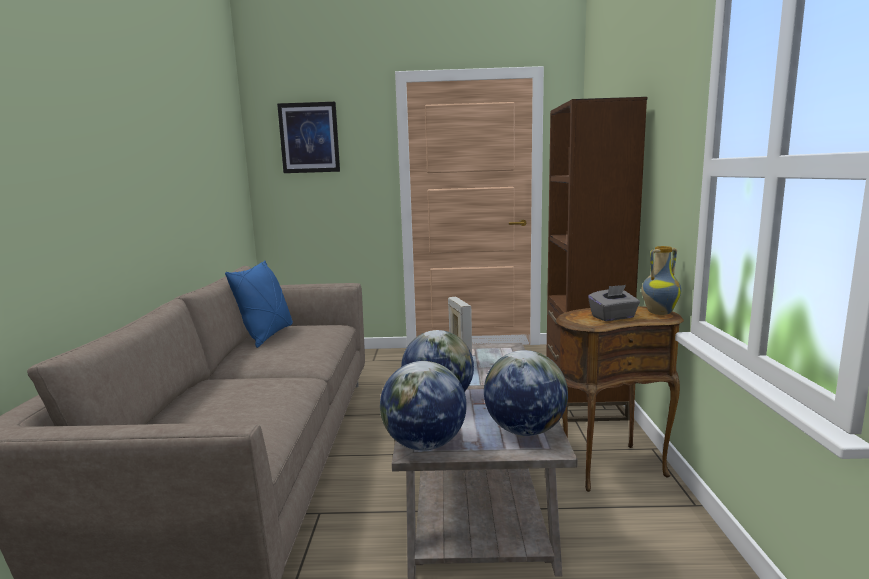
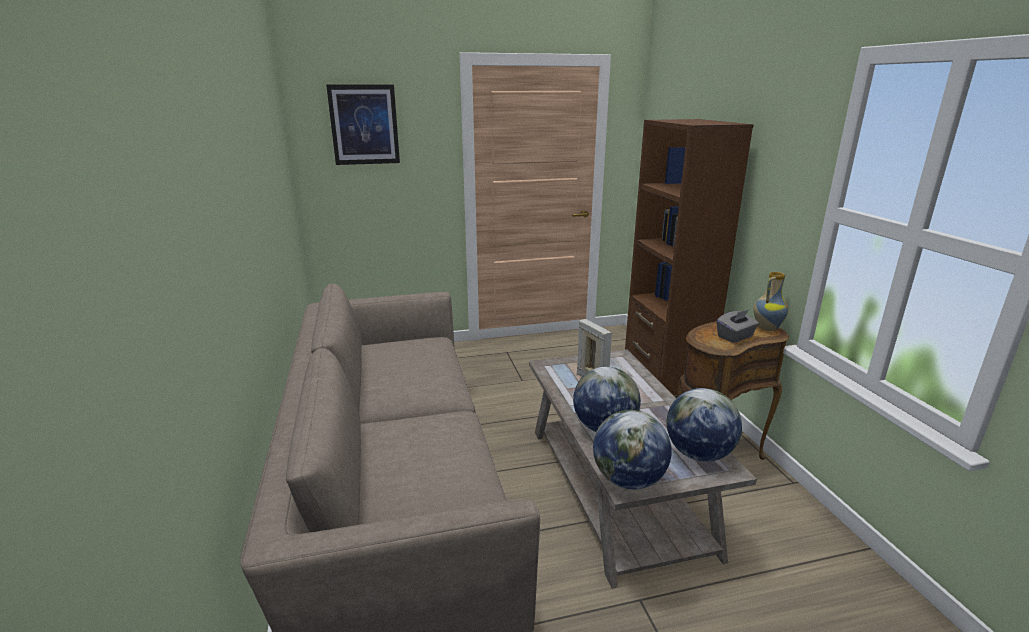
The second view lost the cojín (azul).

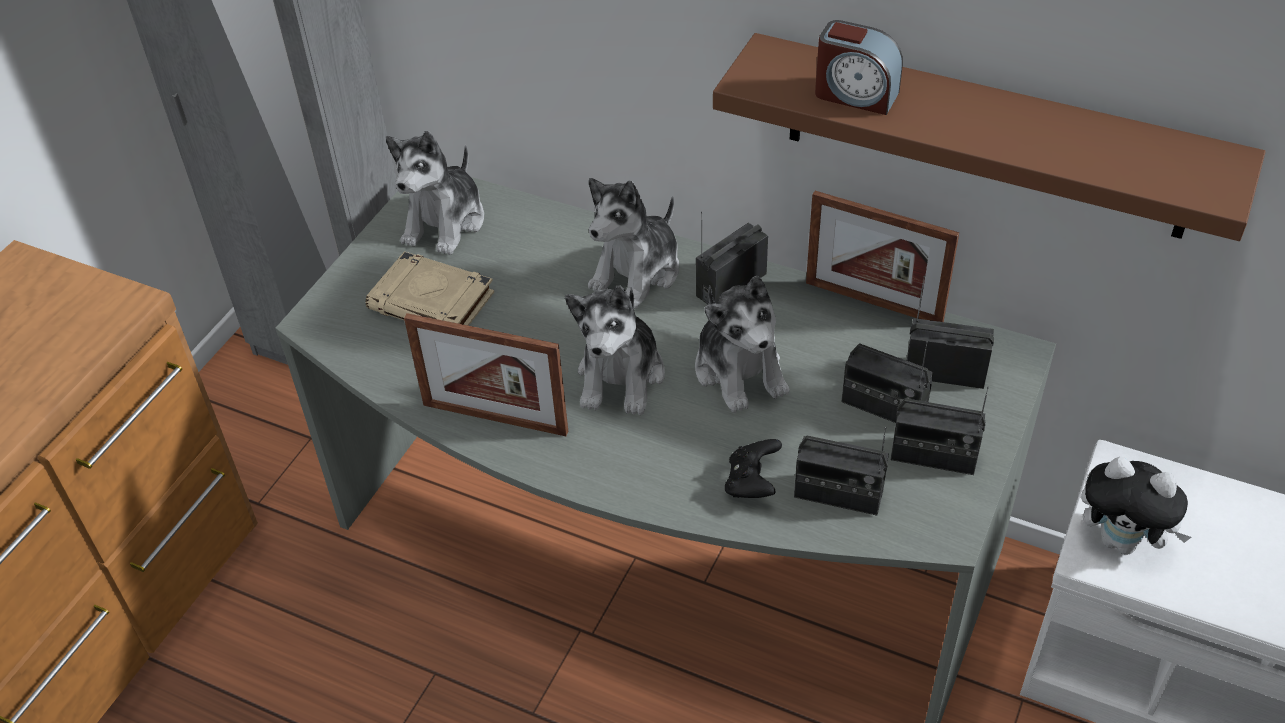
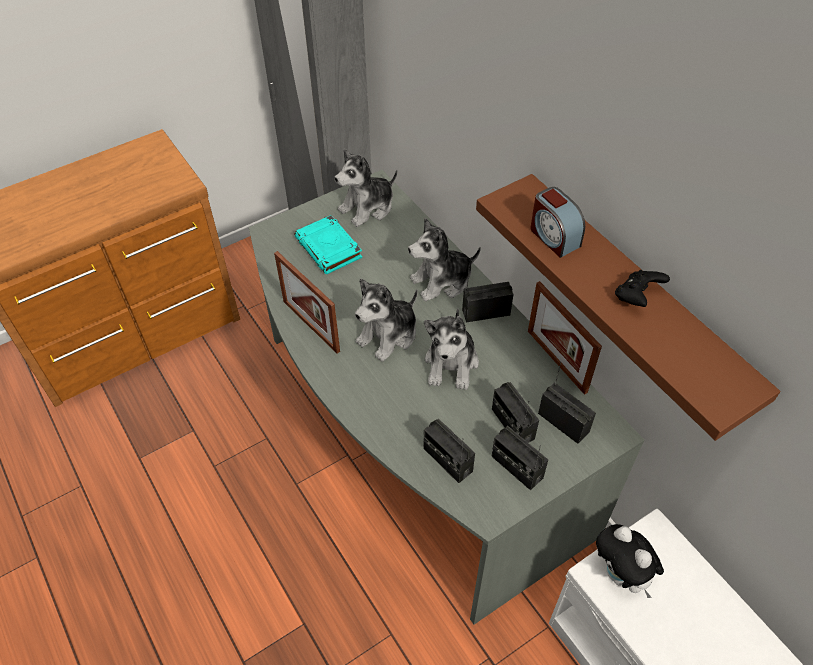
The mando de consola (negro) ended up elsewhere.
What was the libro (beis) turned into the libro (turquesa).

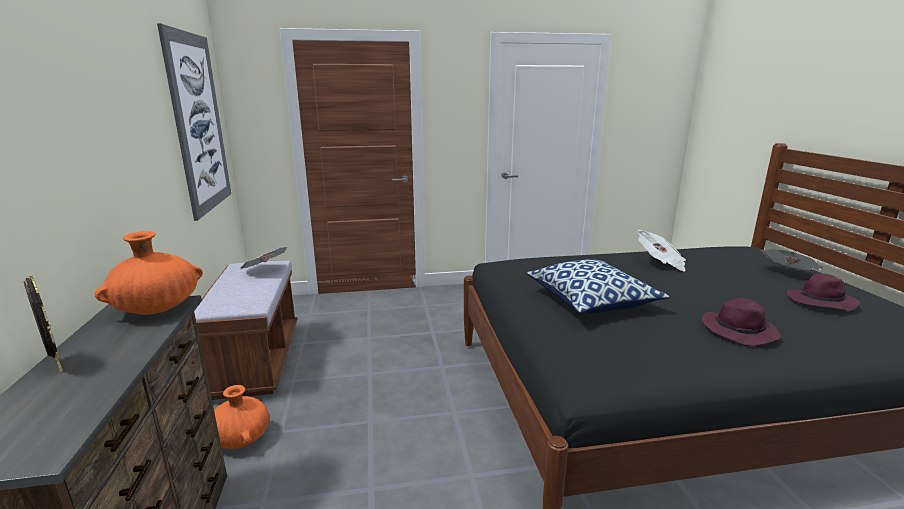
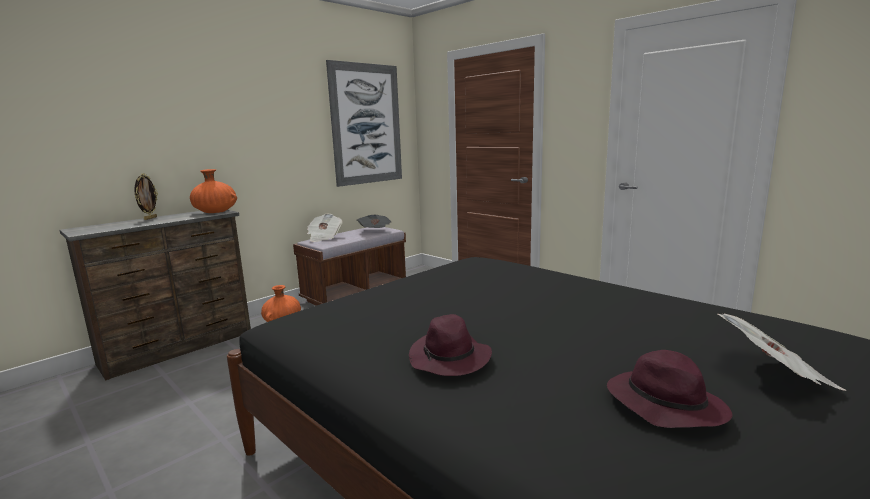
The second view lost the cojín.
The periódico (2nd from left in the first image) ended up elsewhere.

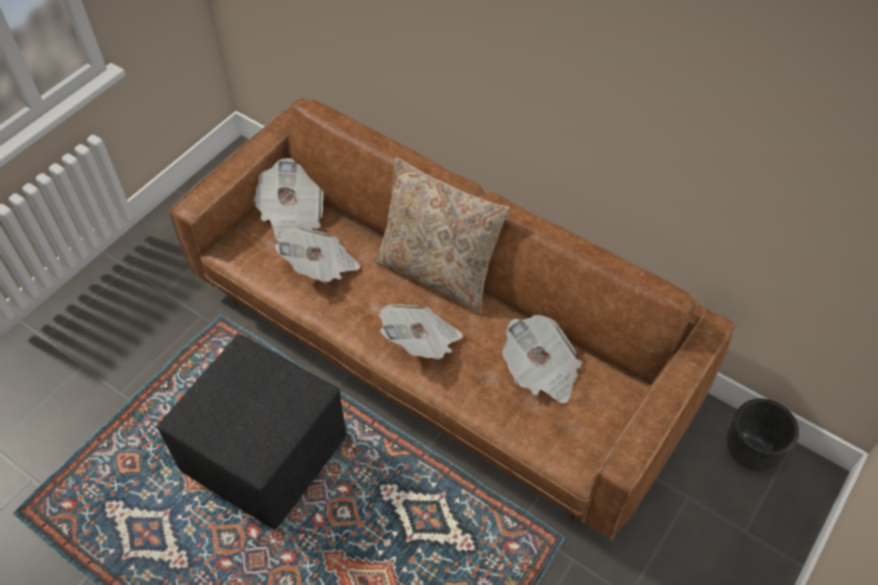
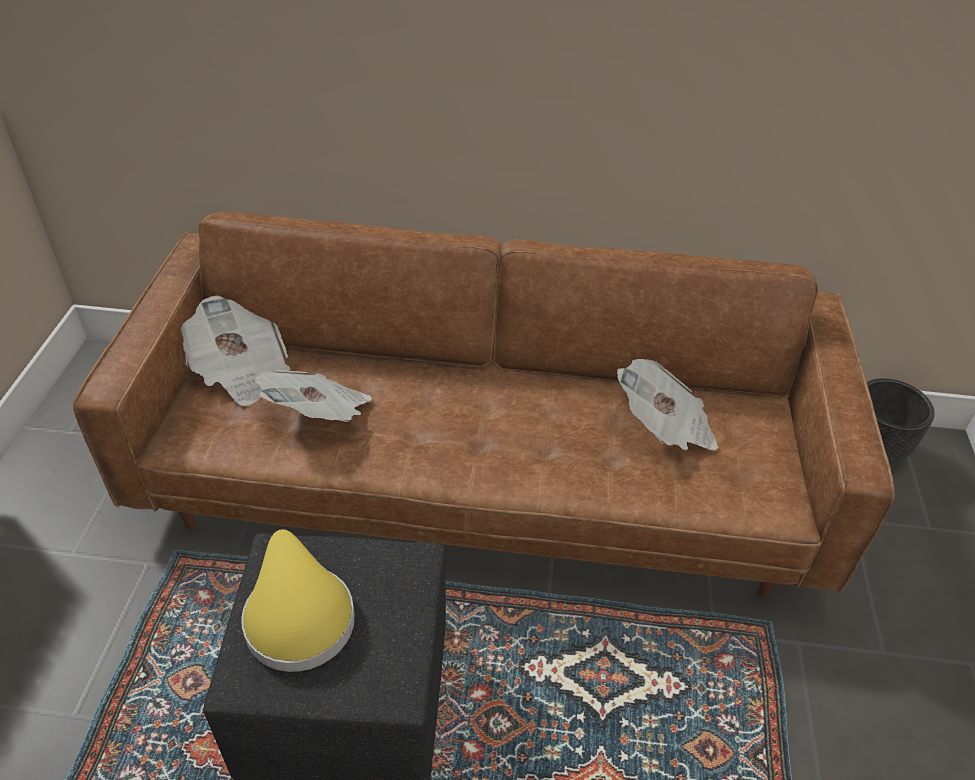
The second view lost the cojín (beis).
The second view lost the periódico (3rd from left).
The second view gained the sombrero (amarillo).

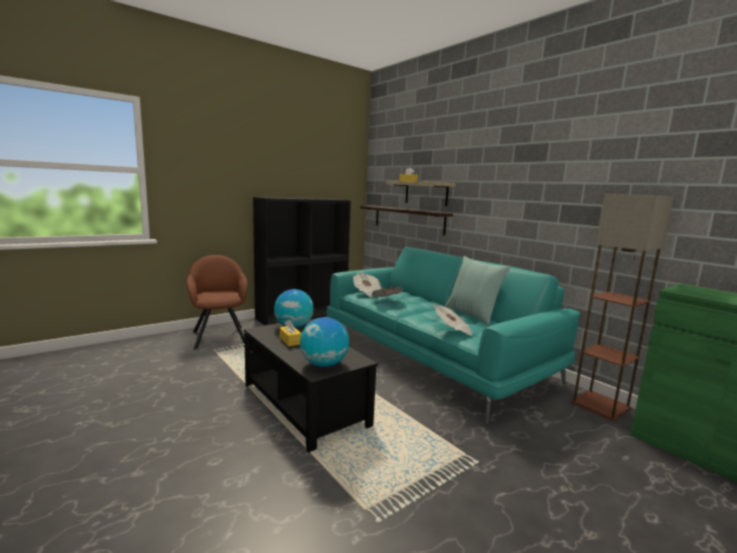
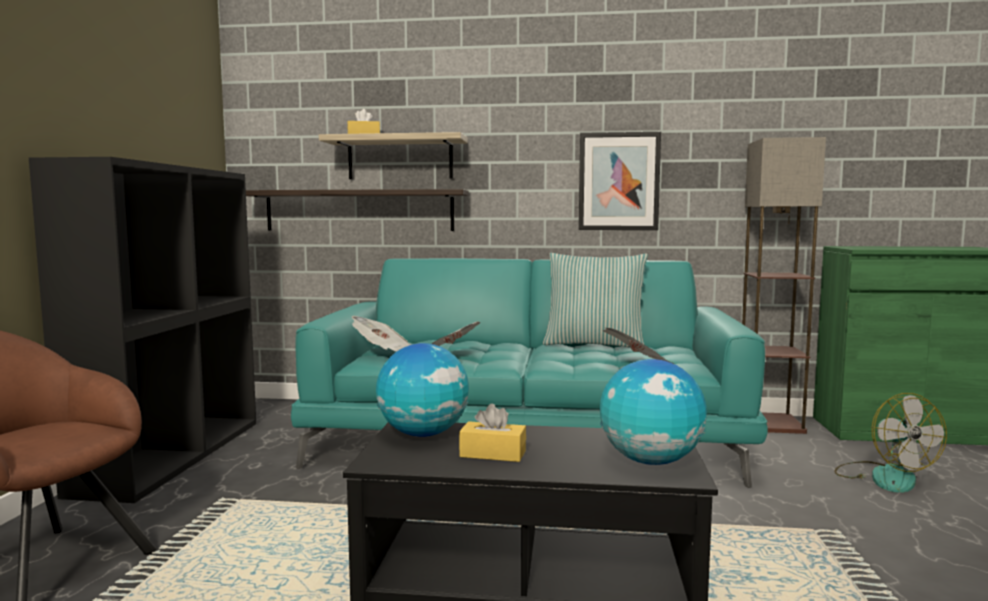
The second view gained the cuadro.
The second view gained the ventilador.

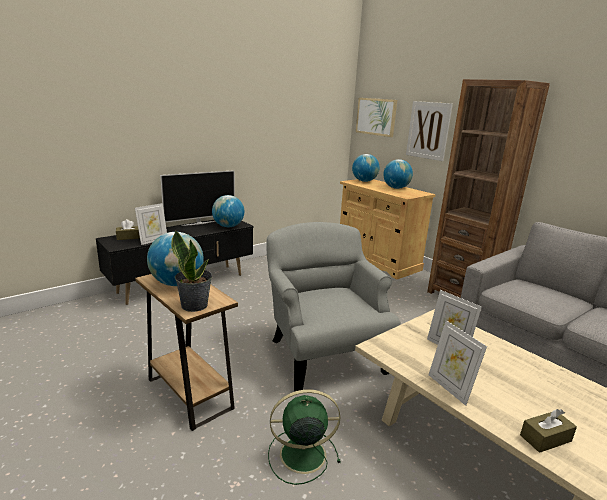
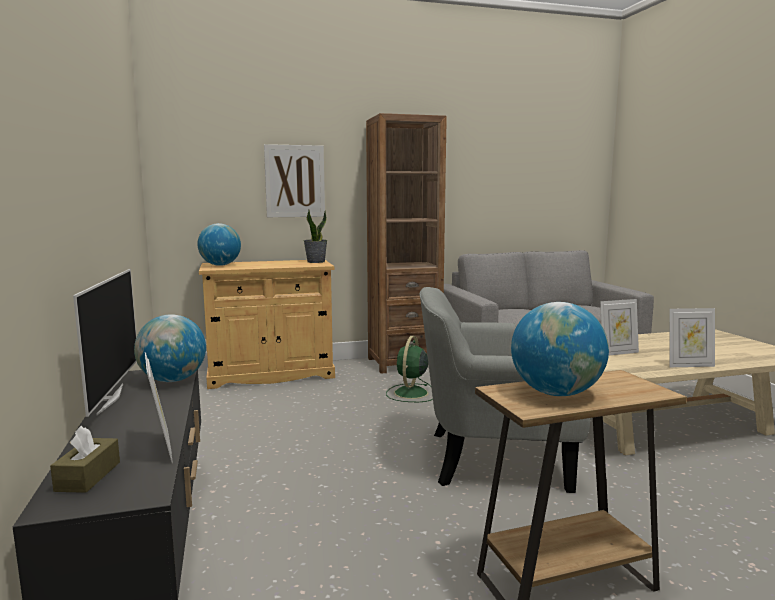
The second view lost the cuadro (1st from left).
The second view lost the globo terráqueo (4th from left).
The second view lost the caja de pañuelos (marrón) (2nd from left).
The planta en maceta ended up elsewhere.
The ventilador (verde) ended up elsewhere.

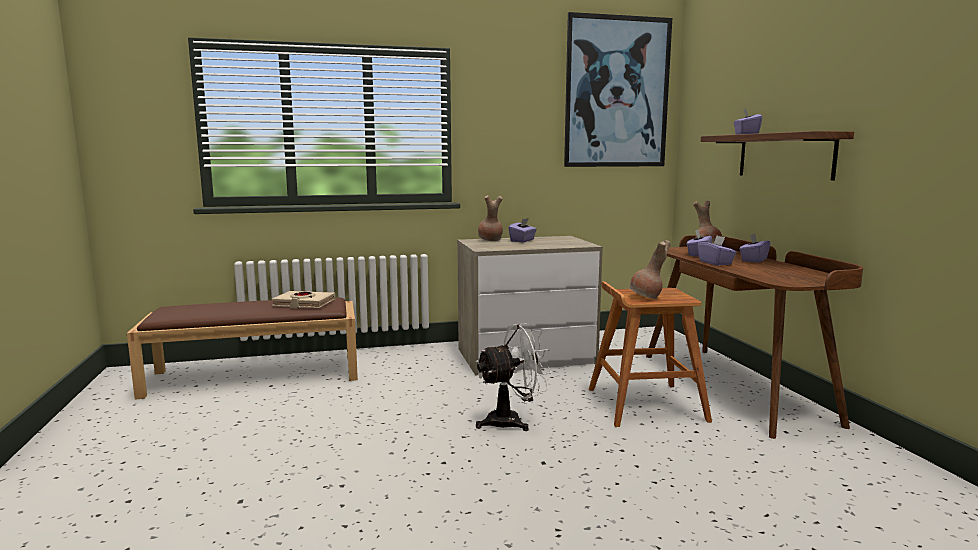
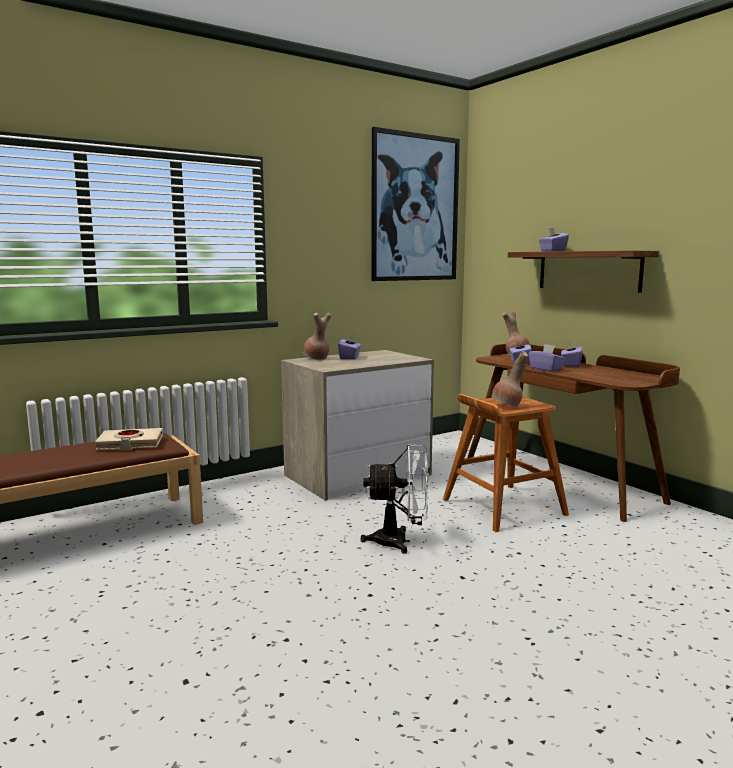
The ventilador (blanco) ended up facing another way, 45 degrees clockwise from before.

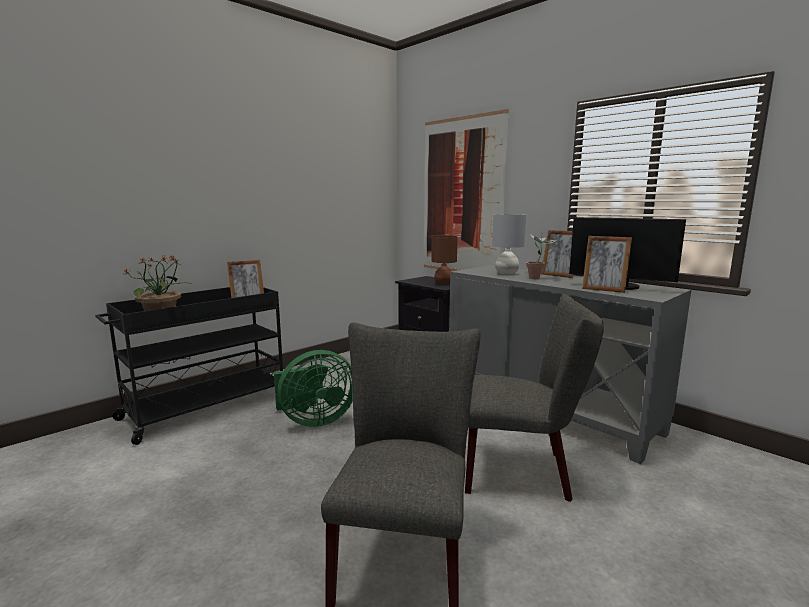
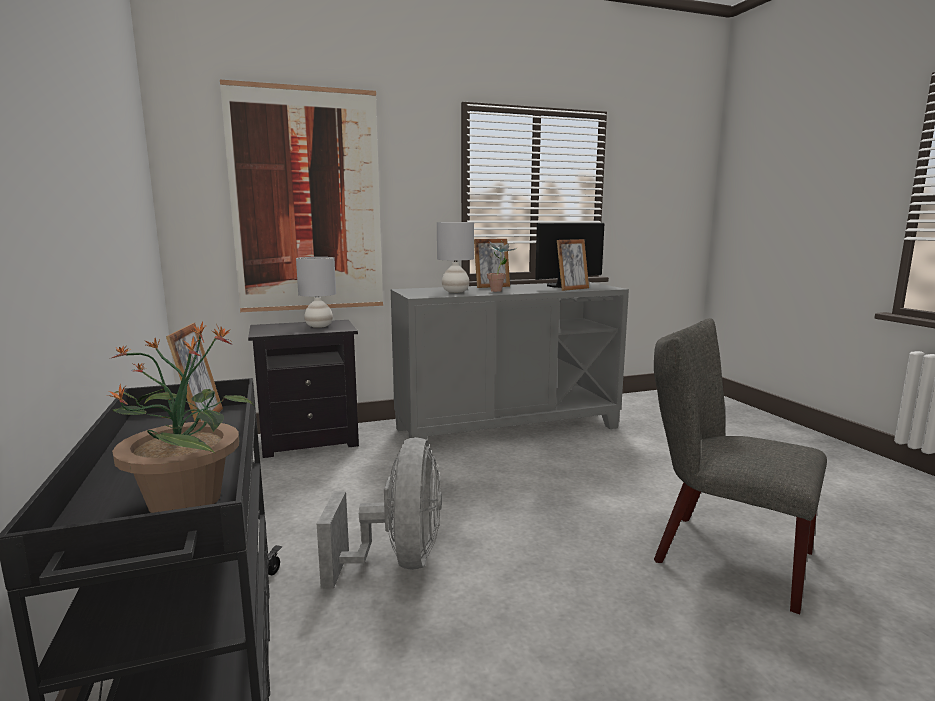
The second view lost the silla (gris) (2nd from left).
What was the ventilador (verde) turned into the ventilador (gris).
What was the lámpara de mesa (marrón) turned into the lámpara de mesa (gris) (1st from left).

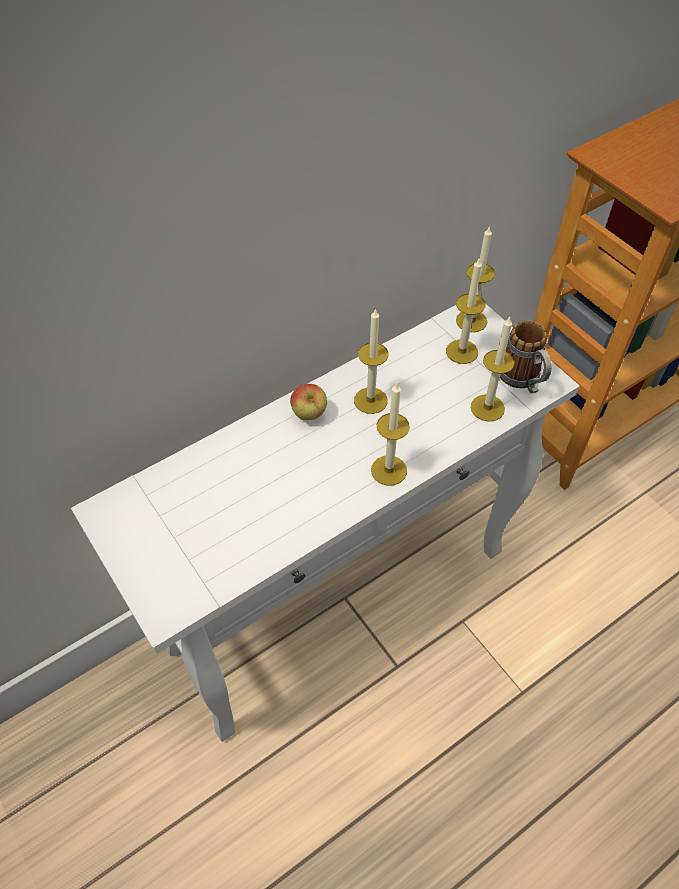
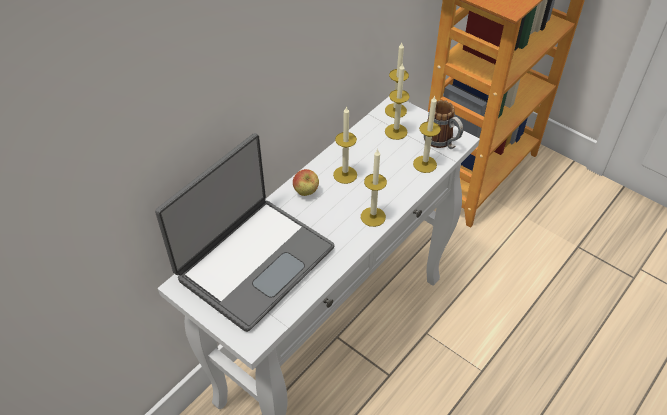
The second view gained the portátil.

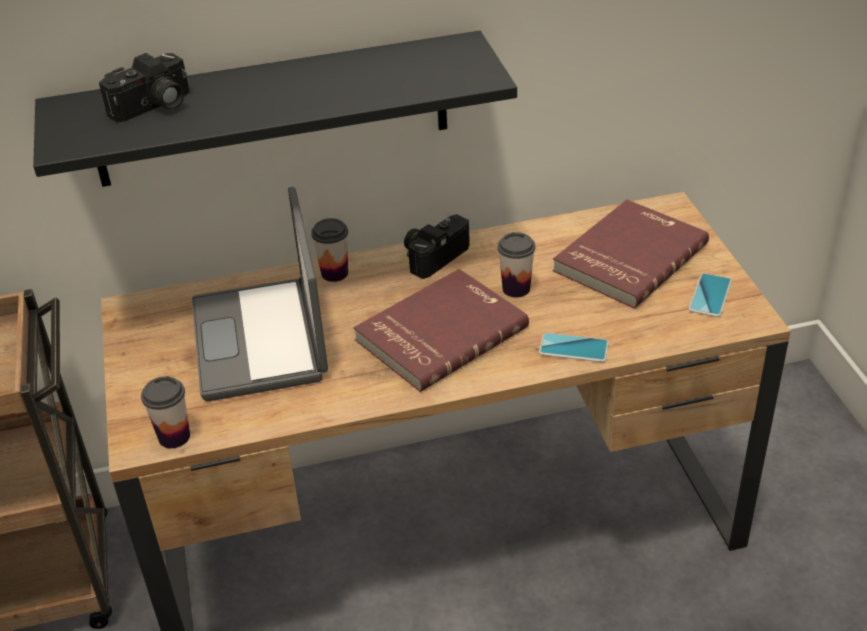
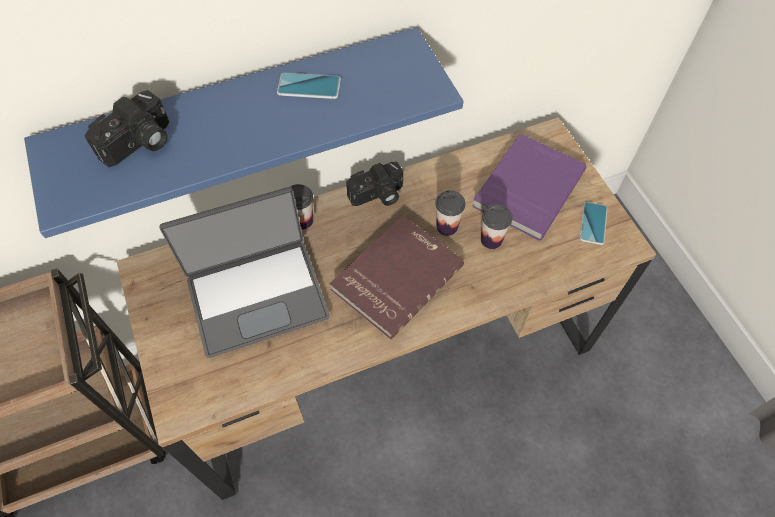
The taza (1st from left in the first image) ended up elsewhere.
The móvil (1st from left) ended up elsewhere.
What was the estante (negro) turned into the estante (azul).
What was the libro (rojo) (2nd from left) turned into the libro (morado).
The portátil ended up facing another way, 90 degrees counterclockwise from before.
The cámara (2nd from left) ended up facing another way, 150 degrees counterclockwise from before.

